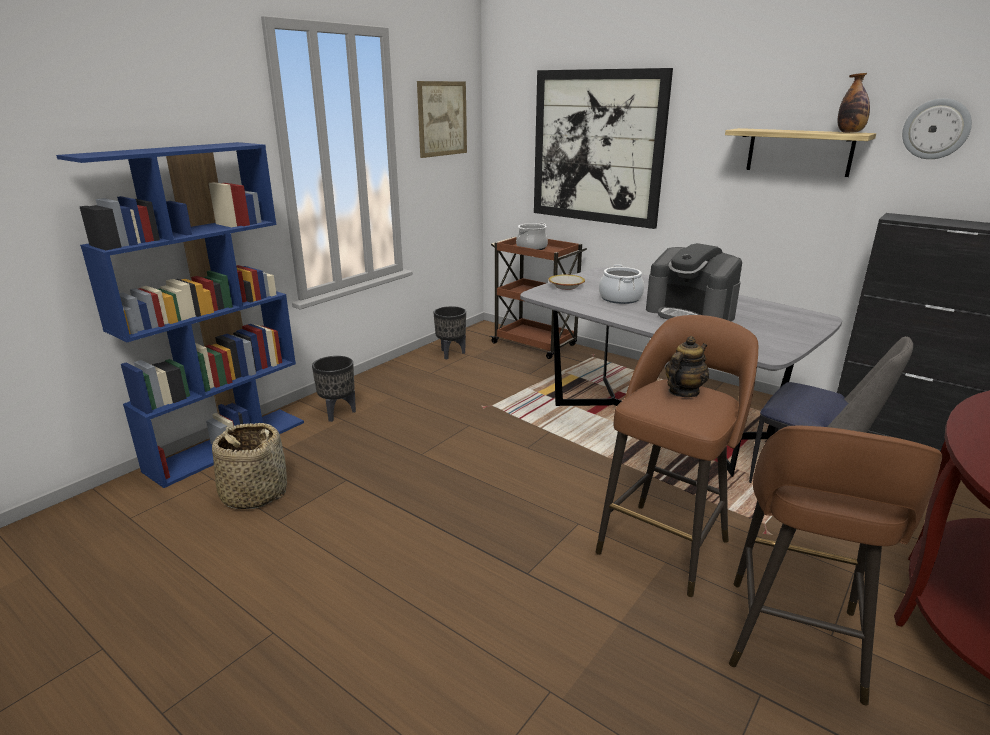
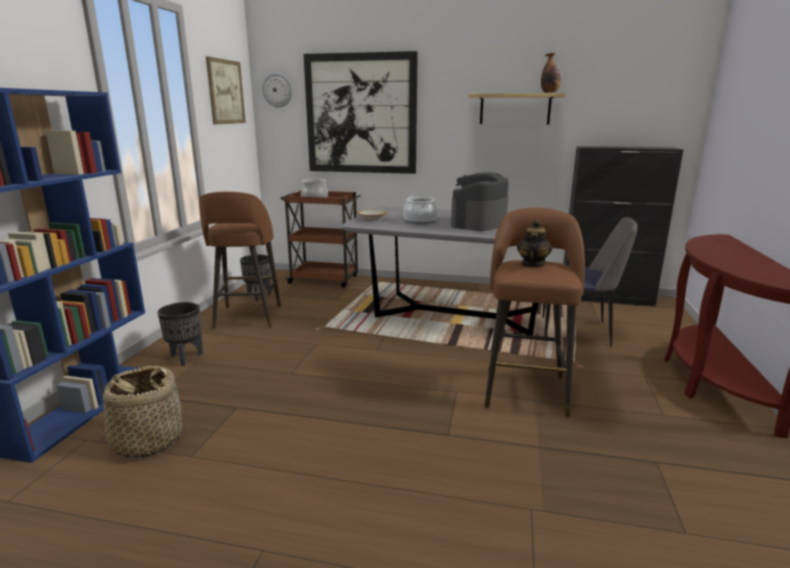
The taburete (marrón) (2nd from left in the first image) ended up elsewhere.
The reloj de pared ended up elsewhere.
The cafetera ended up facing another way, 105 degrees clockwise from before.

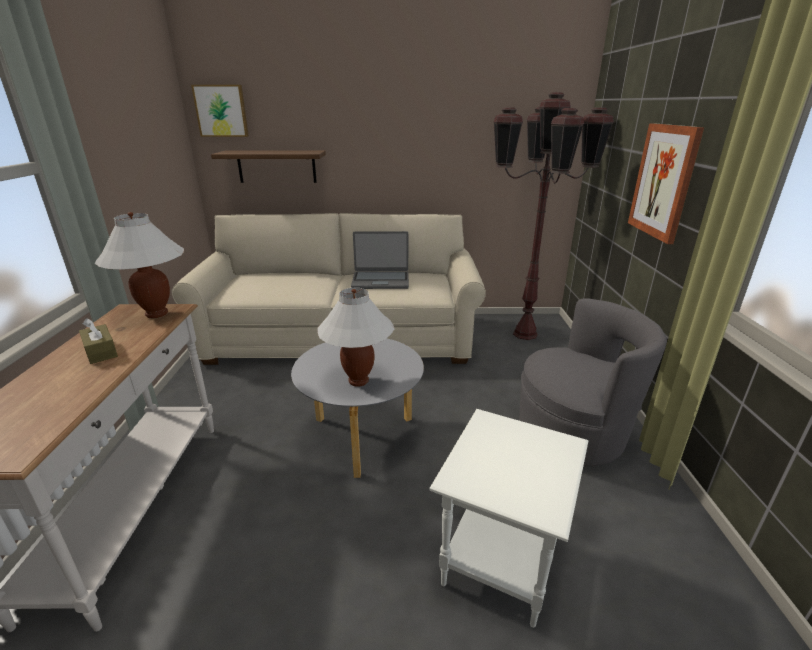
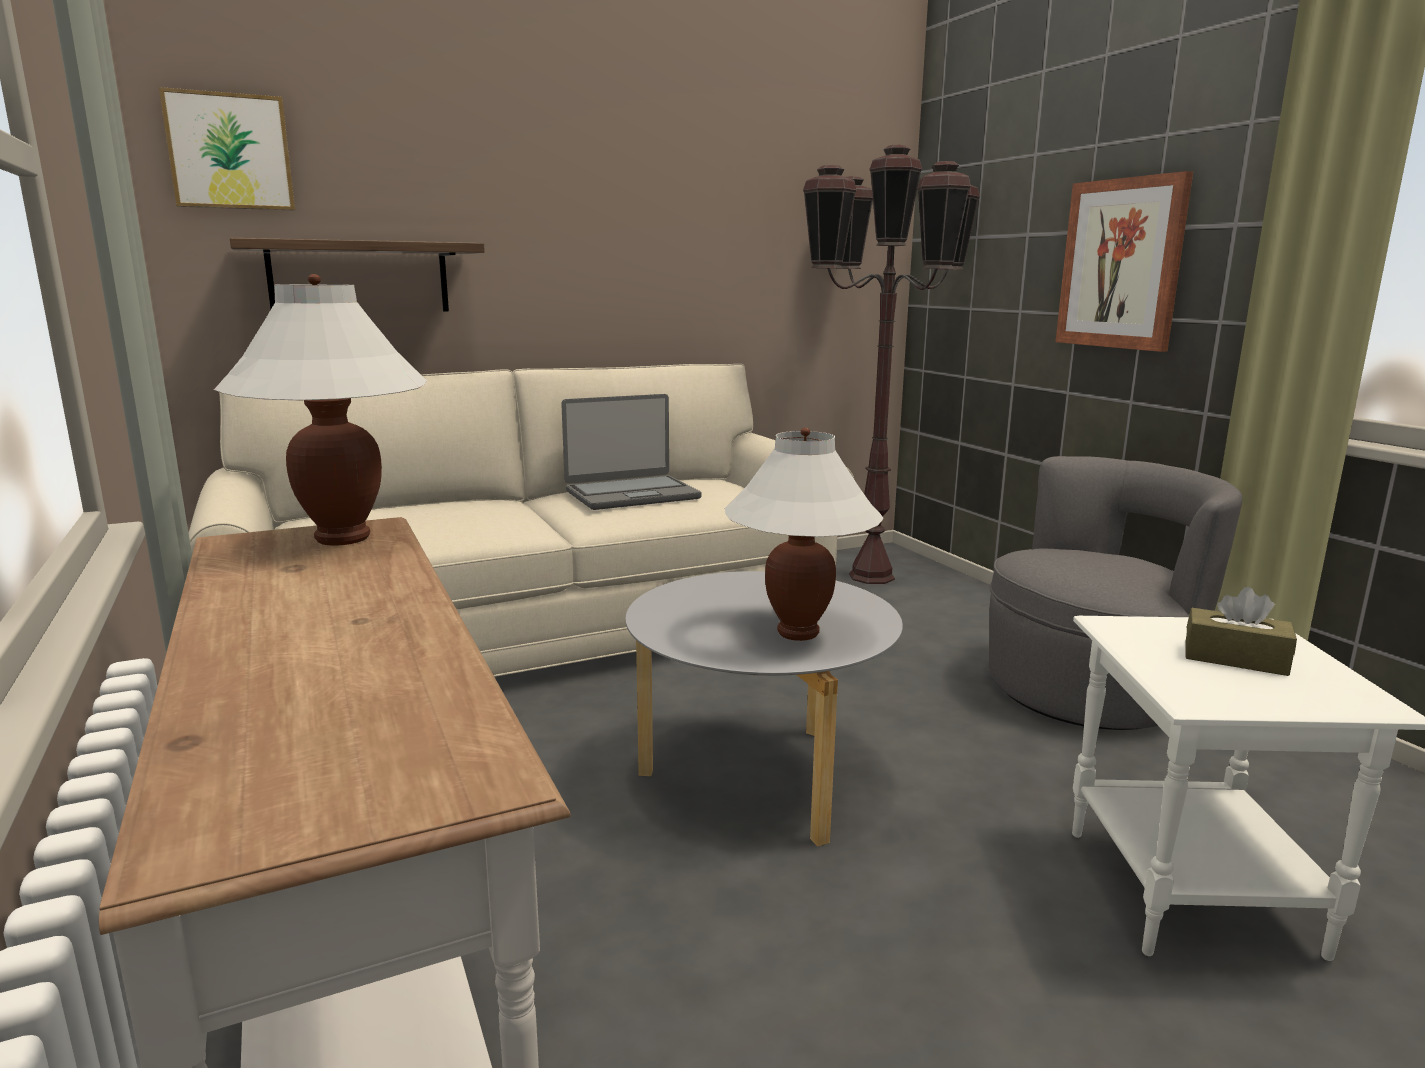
The caja de pañuelos (marrón) ended up elsewhere.

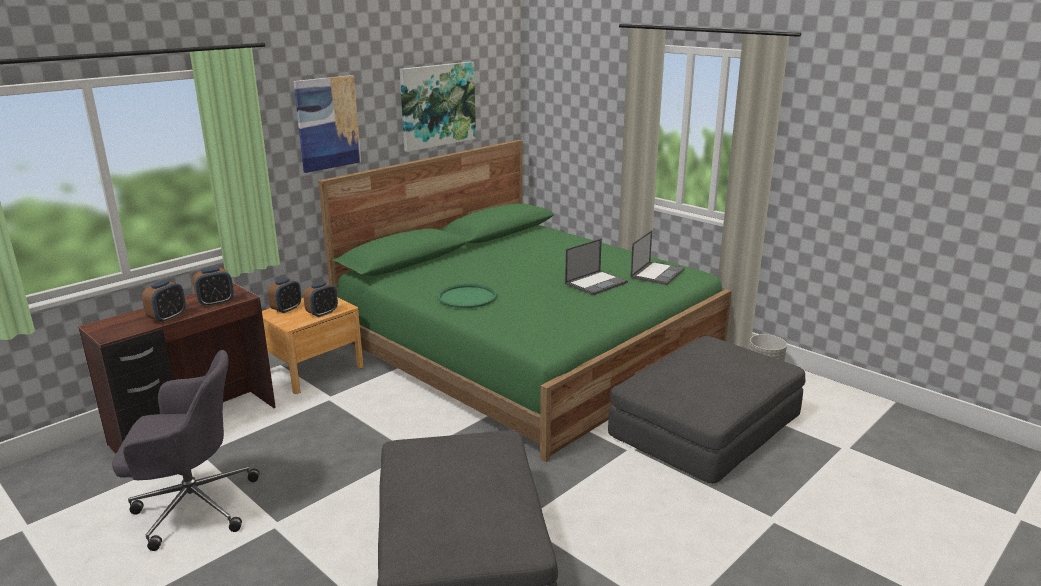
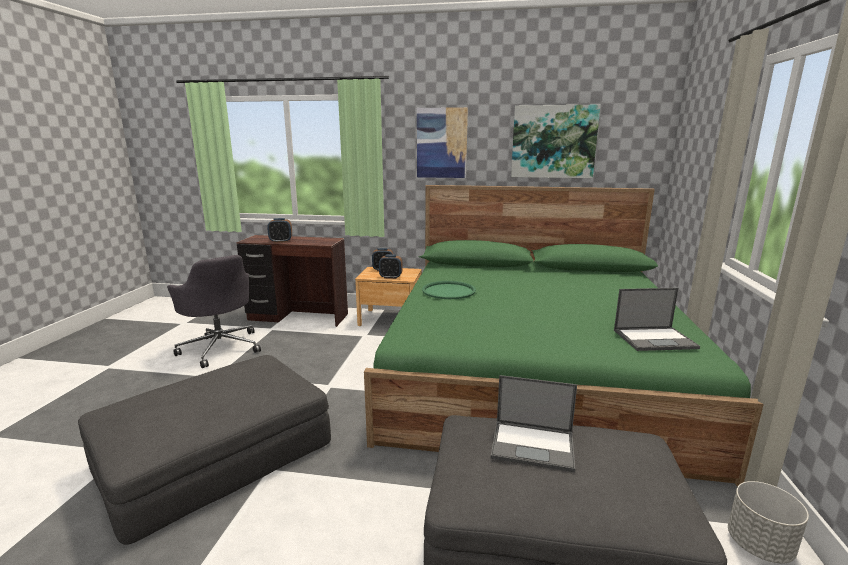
The second view lost the despertador (2nd from left).
The portátil (1st from left) ended up elsewhere.

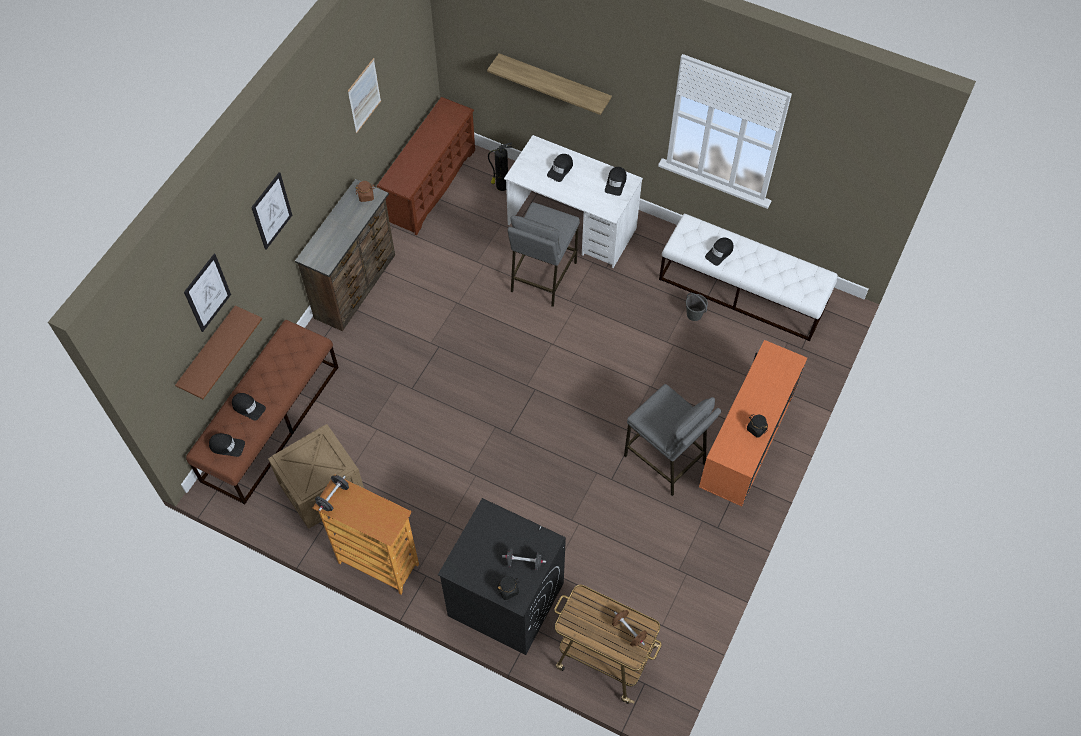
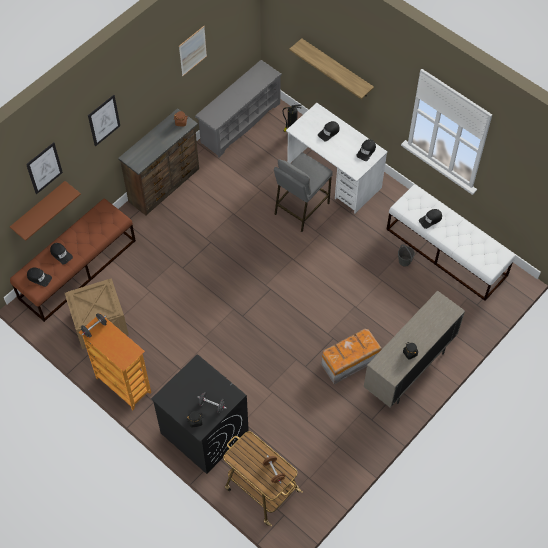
Where the taburete (gris) (2nd from left) stood, the caja de almacenaje came to stand.
What was the zapatero (marrón) turned into the zapatero (gris).
What was the armario (naranja) turned into the armario (beis).

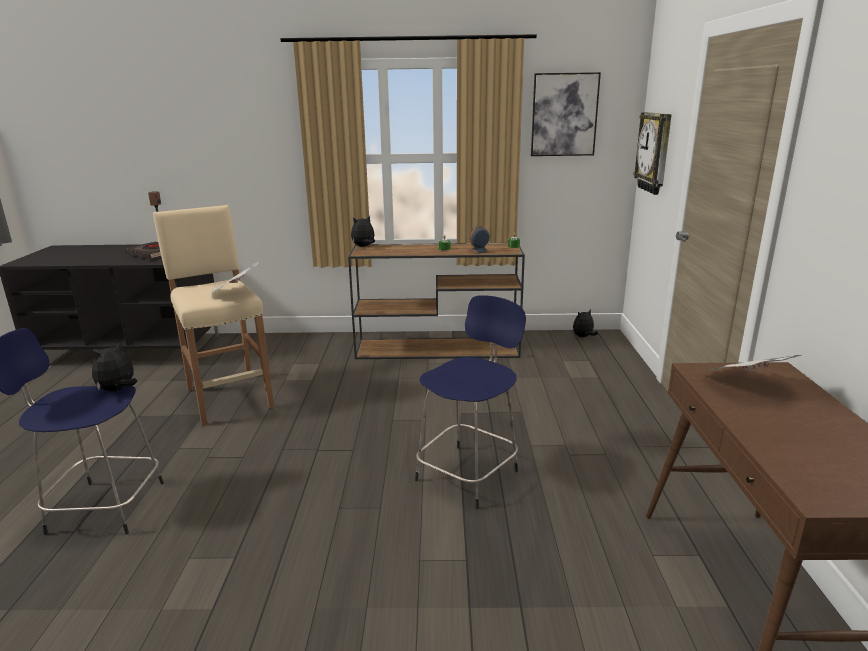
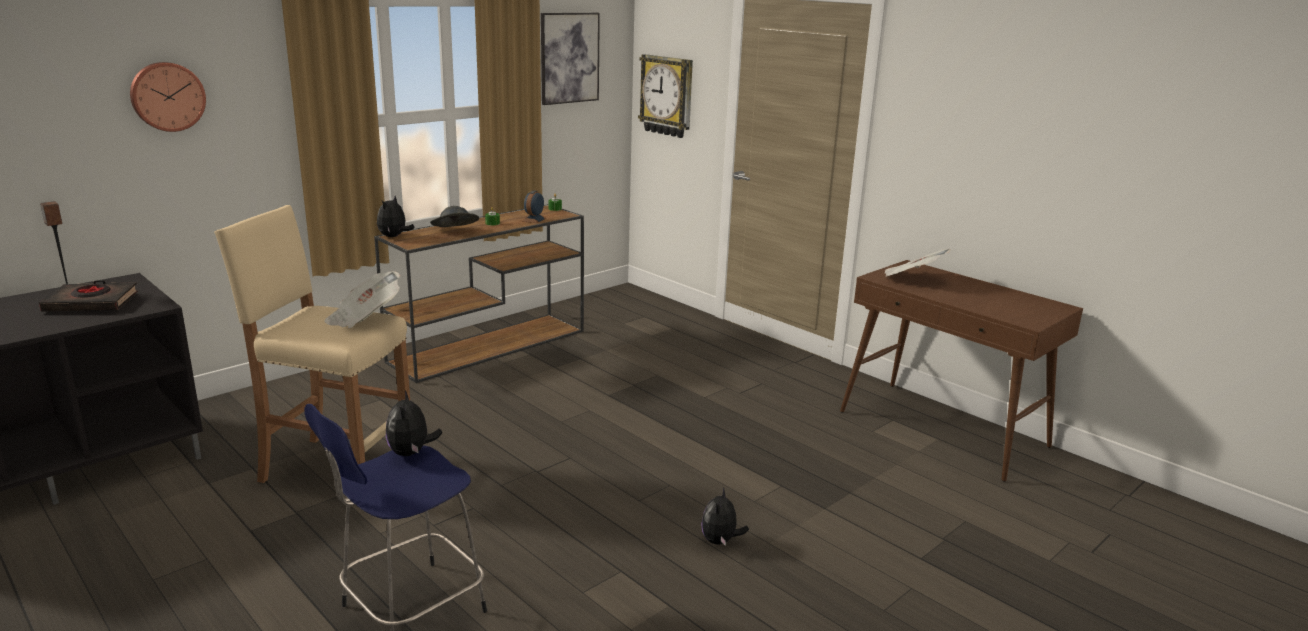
The second view lost the taburete (azul) (2nd from left).
The second view gained the reloj de pared (1st from left).
The second view gained the sombrero (gris).
The peluche (3rd from left) ended up elsewhere.

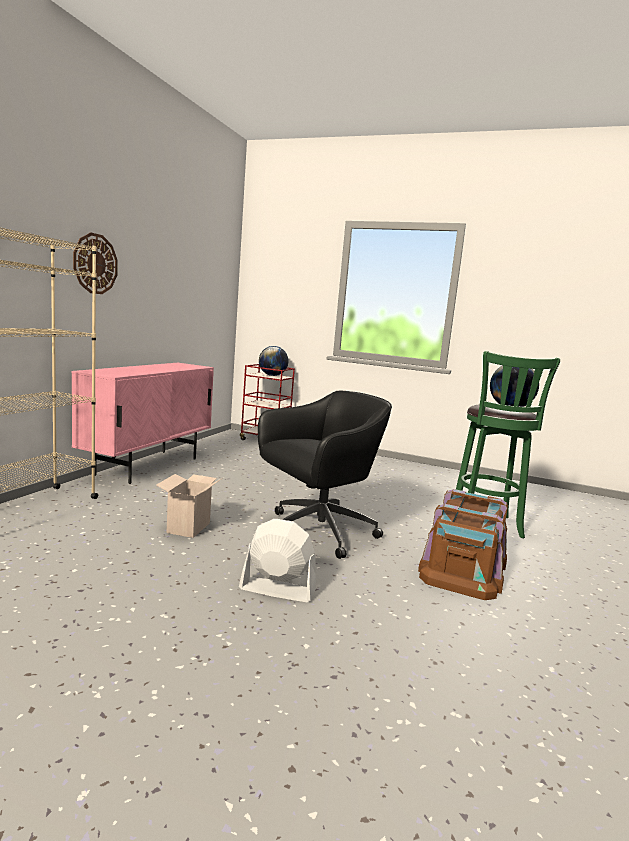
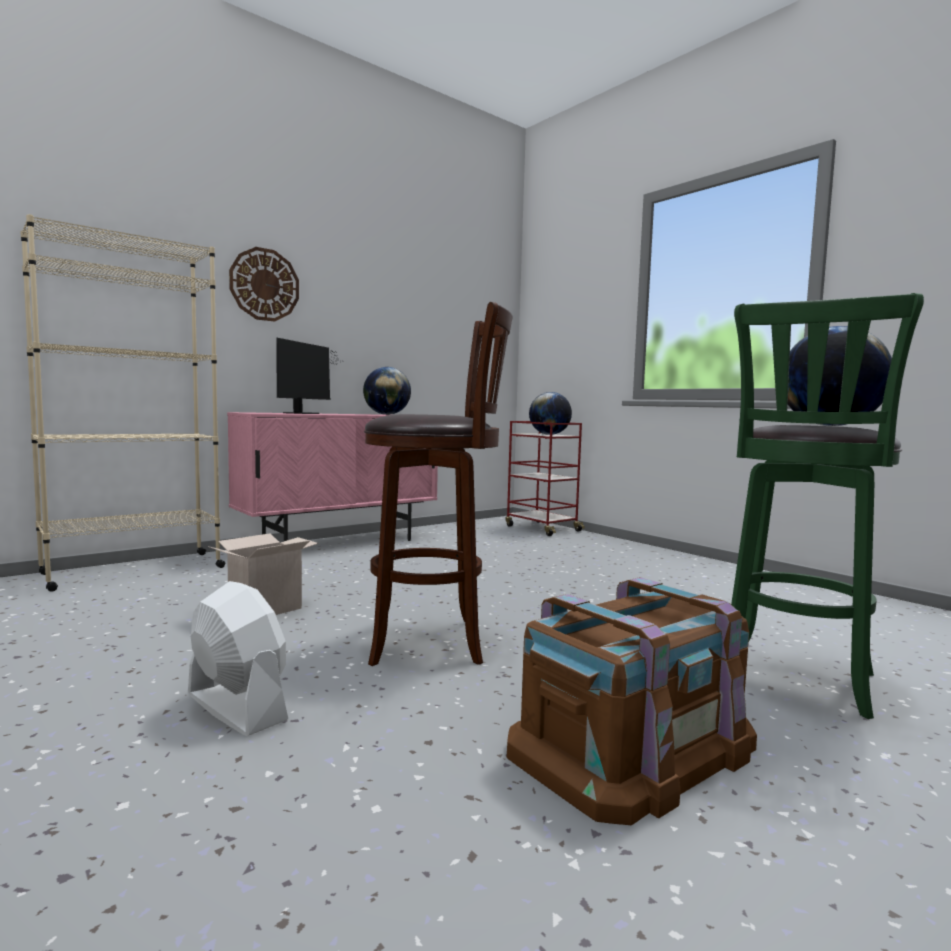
The second view gained the monitor.
The second view gained the globo terráqueo (1st from left).
Where the silla de oficina (negro) stood, the taburete (marrón) came to stand.

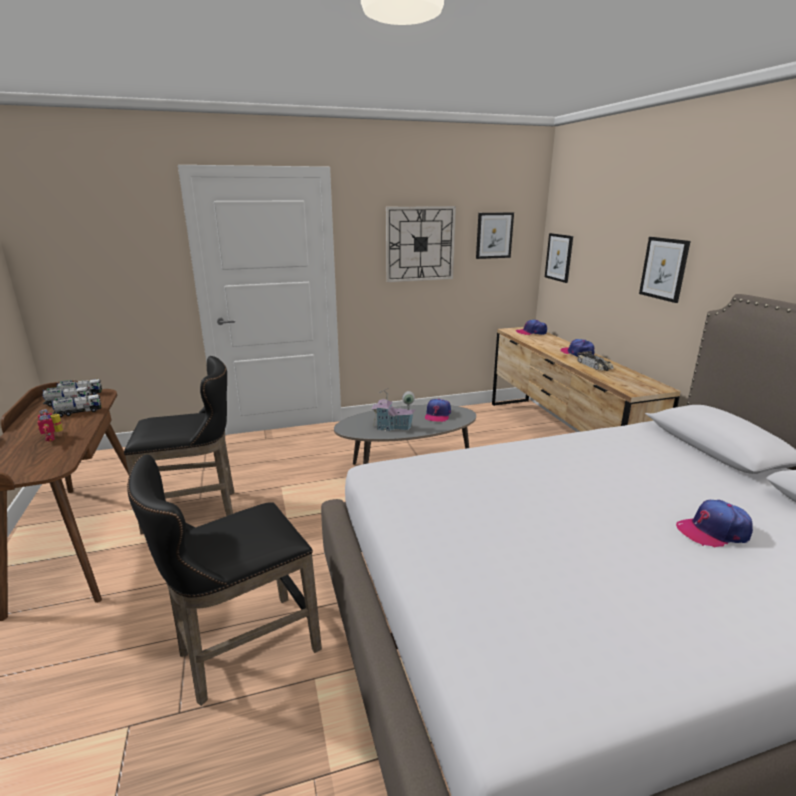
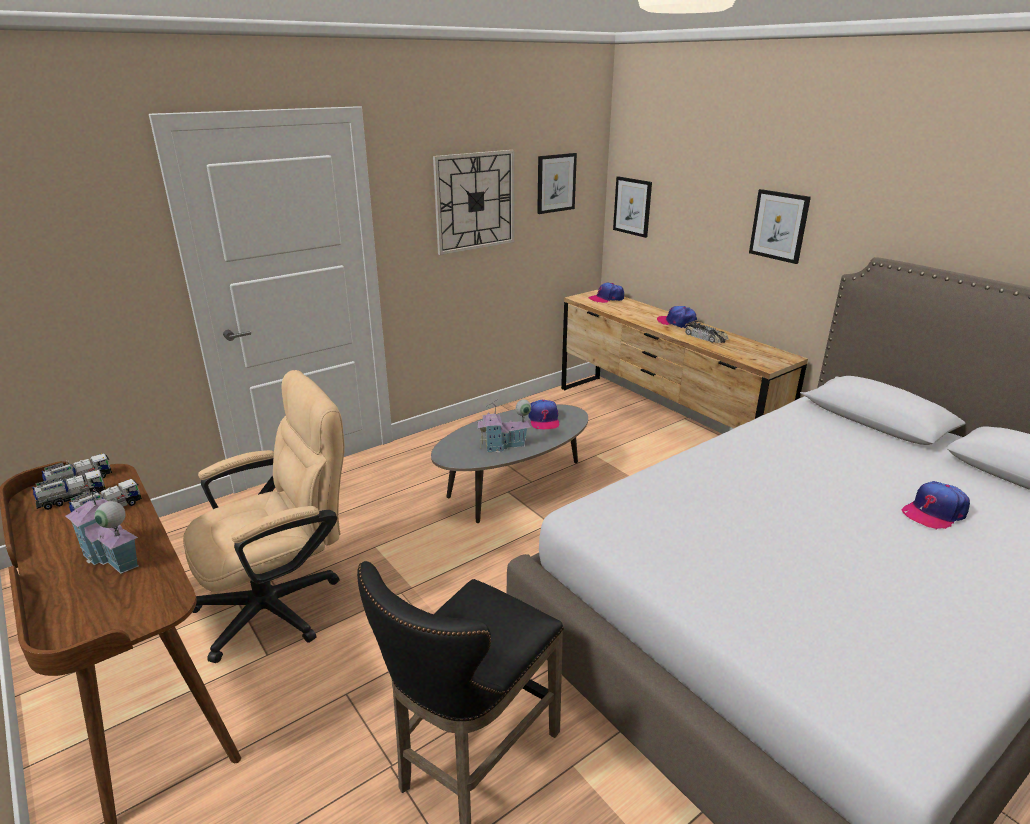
Where the robot de juguete stood, the casita (1st from left) came to stand.
Where the taburete (negro) (1st from left) stood, the silla de oficina (beis) came to stand.

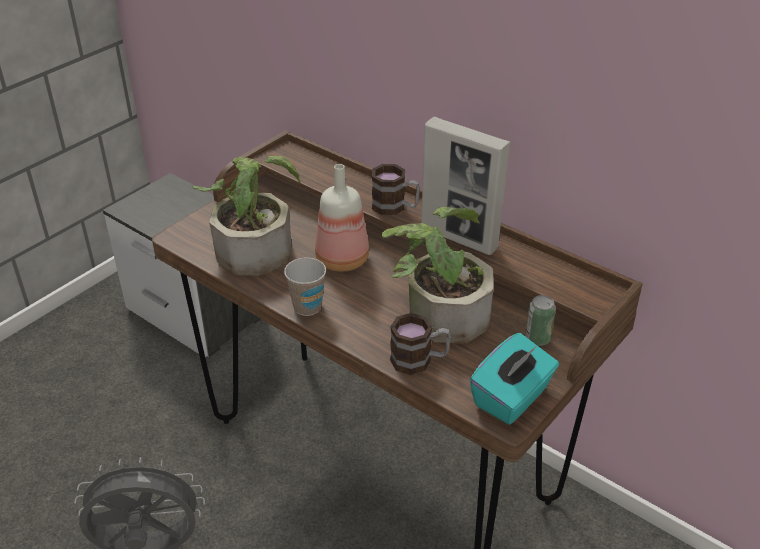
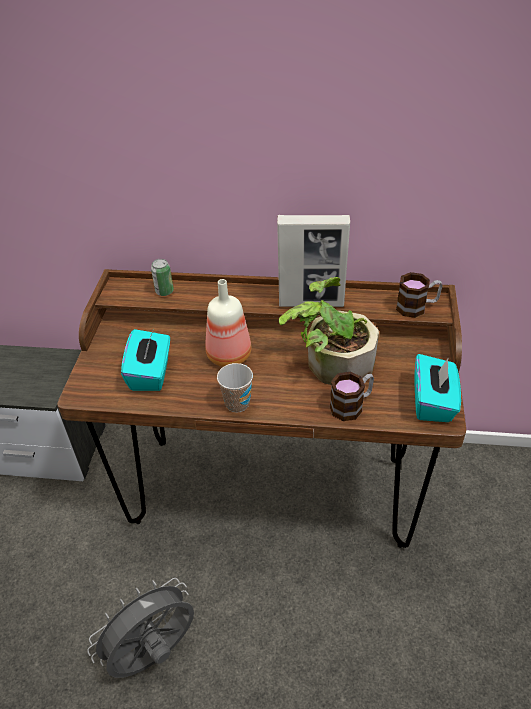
The taza grande (1st from left in the first image) ended up elsewhere.
The lata ended up elsewhere.
Where the planta en maceta (1st from left) stood, the caja de pañuelos (turquesa) (1st from left) came to stand.

